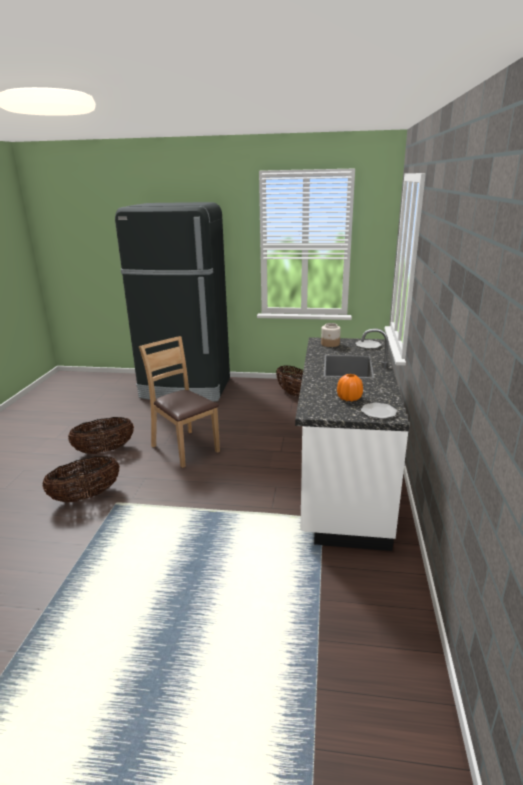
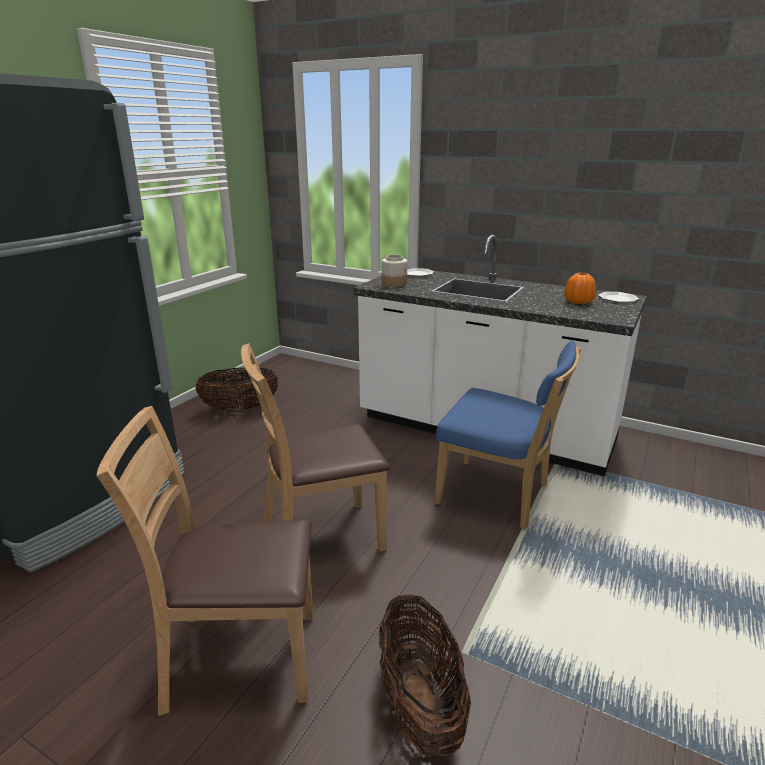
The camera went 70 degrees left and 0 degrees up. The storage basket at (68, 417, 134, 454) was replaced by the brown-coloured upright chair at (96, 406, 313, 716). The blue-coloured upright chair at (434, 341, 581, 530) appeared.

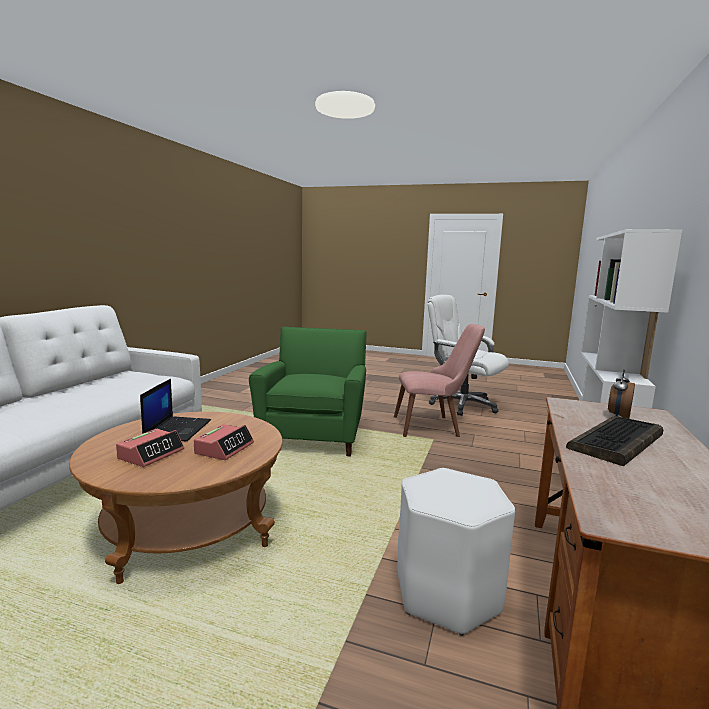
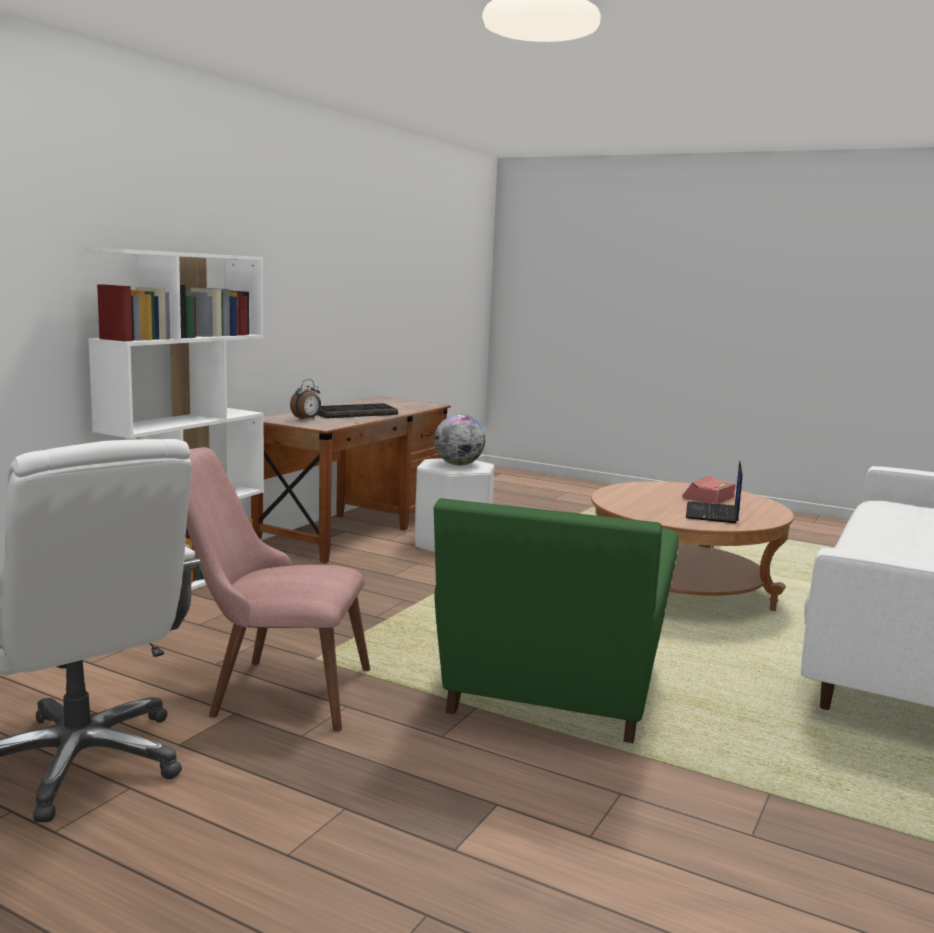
The camera went 170 degrees left and 0 degrees up. The bedside clock at (194, 424, 254, 460) disappeared. The globe at (434, 414, 485, 465) appeared.

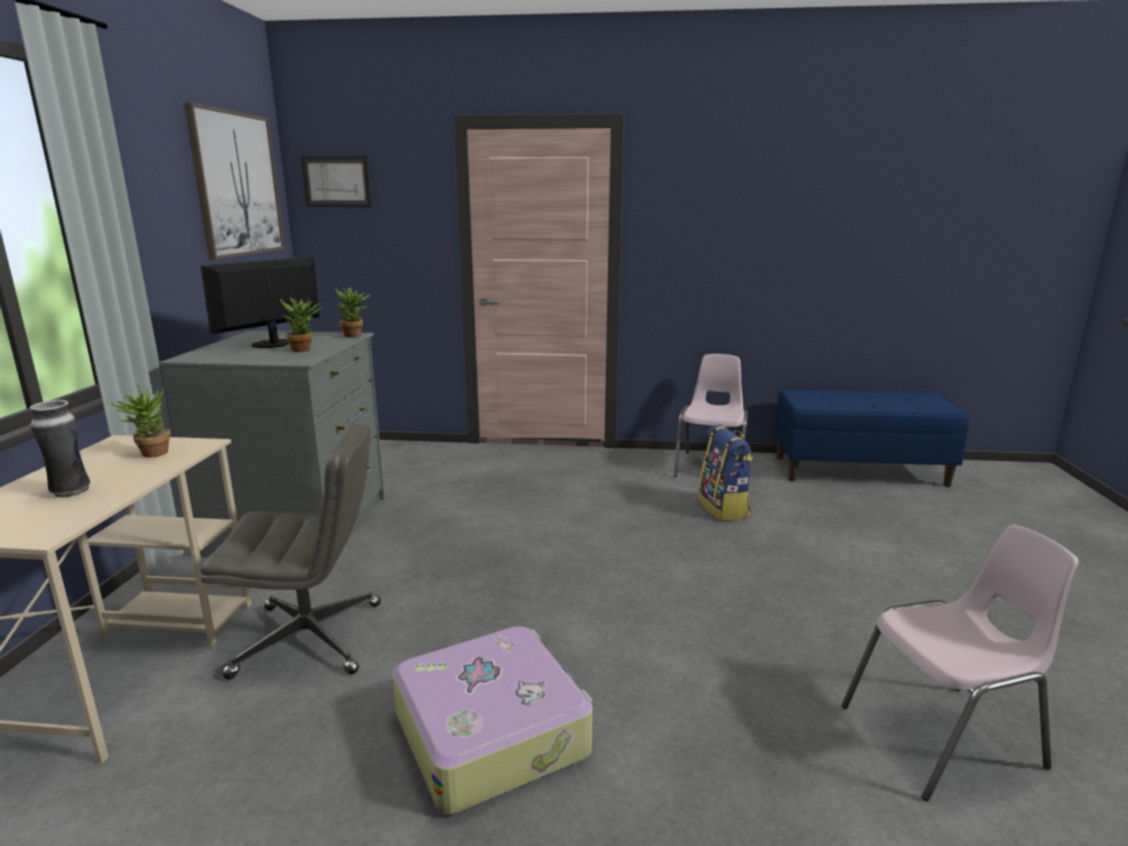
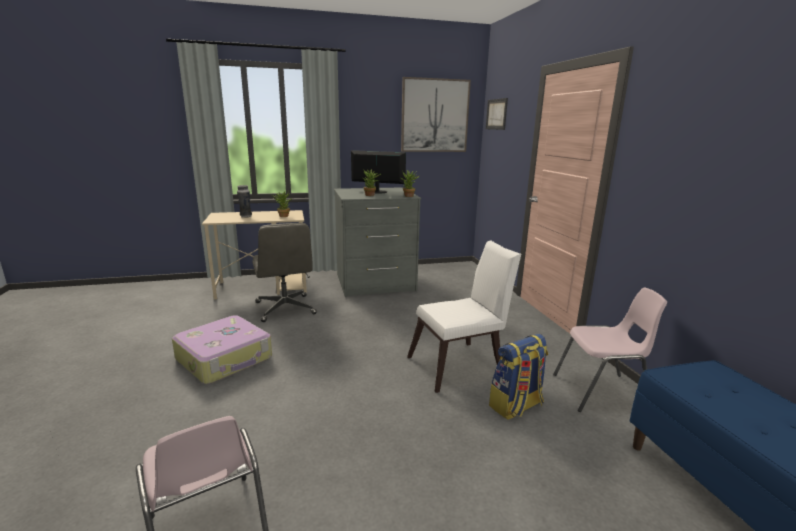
The camera went 70 degrees right and 0 degrees up. The whitish upright chair at (407, 240, 521, 393) appeared.

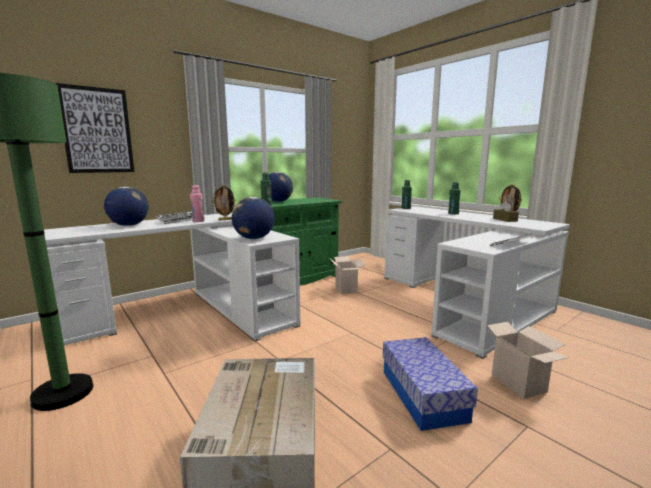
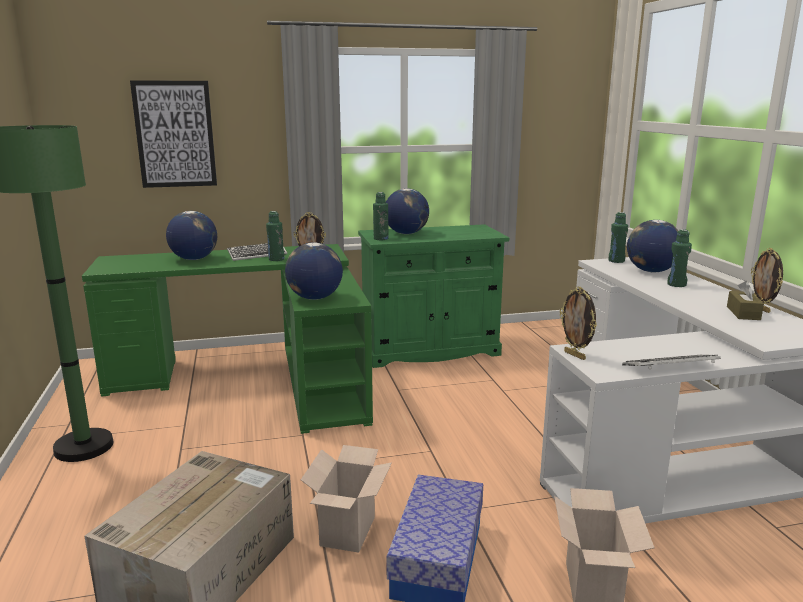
The camera went 25 degrees right and 5 degrees up. The pink-coloured beverage bottle at (190, 185, 205, 222) became the green-coloured beverage bottle at (266, 211, 284, 261). The whitish desk table at (44, 213, 301, 345) became the green-coloured desk table at (82, 244, 373, 434). The packing box moved from (329, 256, 366, 294) to (301, 445, 392, 553). The globe at (627, 220, 678, 272) appeared. The standing frame at (560, 286, 597, 360) appeared.

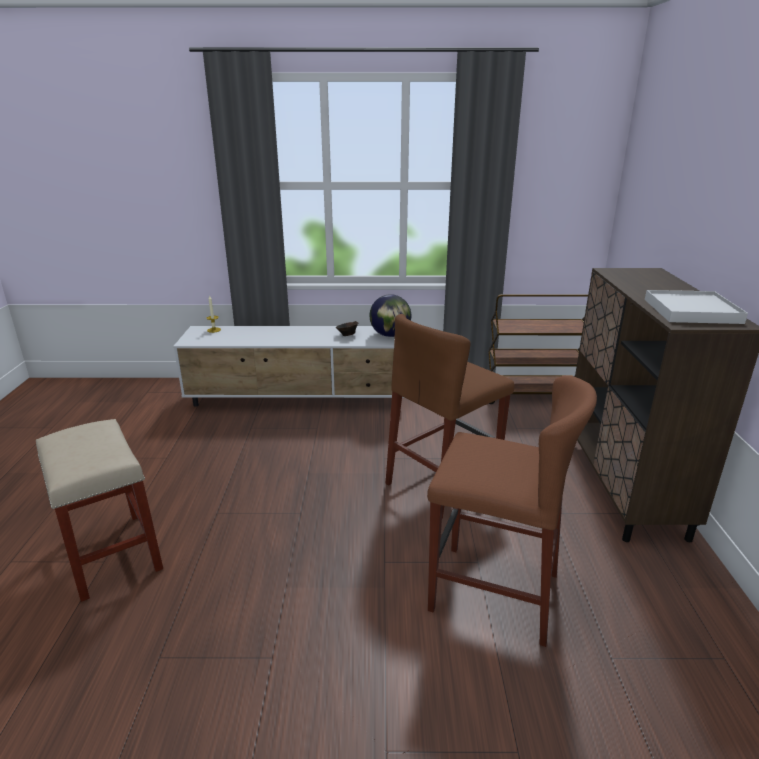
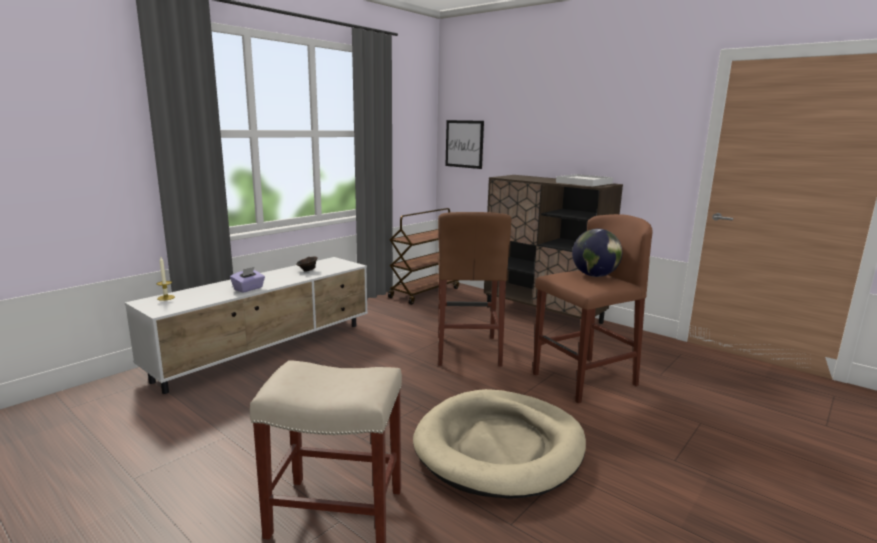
The camera went 50 degrees left and 10 degrees down. The globe moved from (370, 294, 411, 337) to (572, 229, 622, 277). The picture at (445, 120, 484, 169) appeared. The purple-coloured tissue box at (230, 267, 265, 293) appeared. The beige dog cushion at (413, 389, 586, 499) appeared.

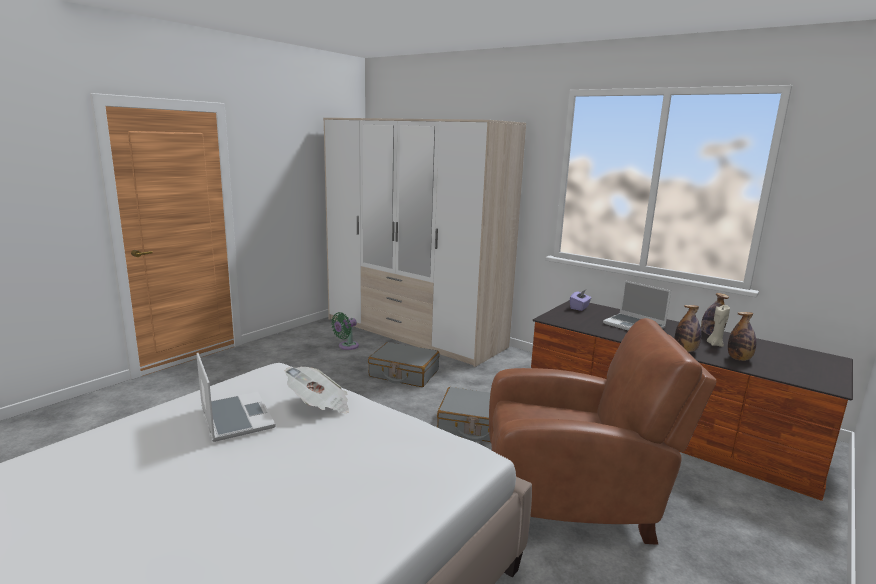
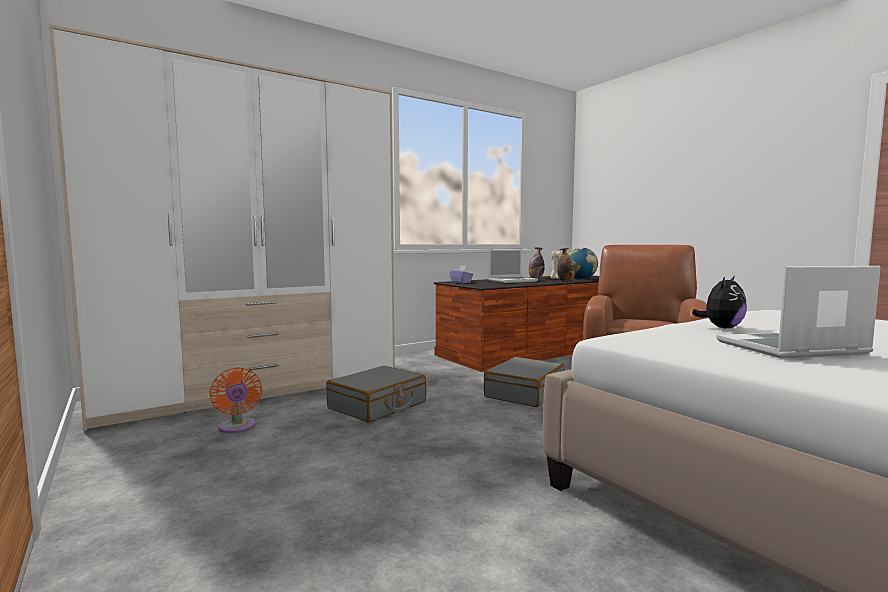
The camera went 70 degrees left and 10 degrees down. The green-coloured cooling fan at (331, 312, 359, 350) became the orange cooling fan at (209, 367, 262, 433). The beverage bottle at (728, 312, 756, 361) was replaced by the globe at (568, 248, 598, 279). The daily paper at (285, 367, 349, 413) was replaced by the cuddly toy at (692, 275, 747, 328).

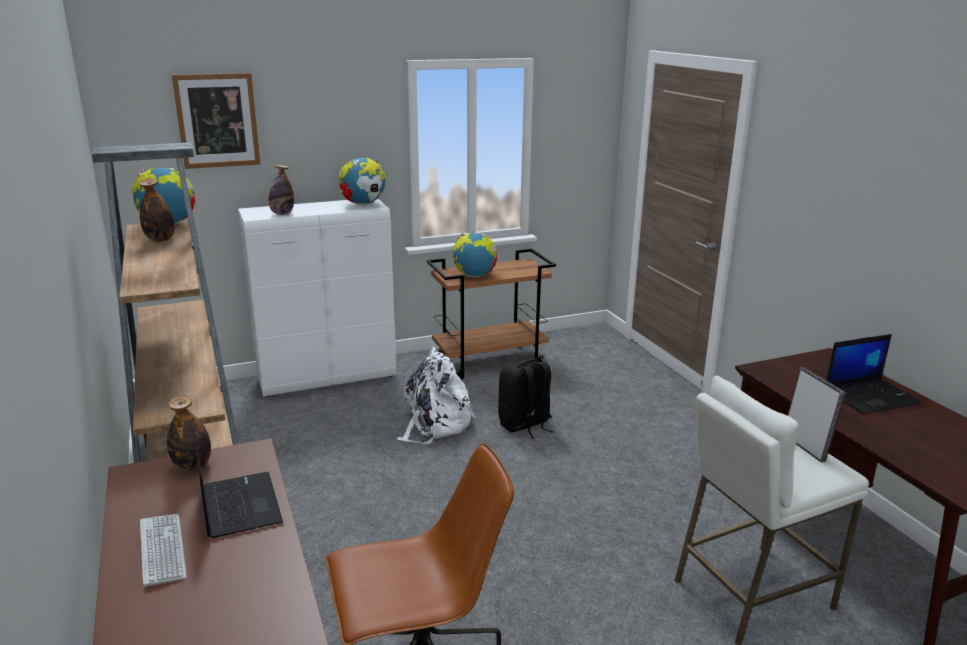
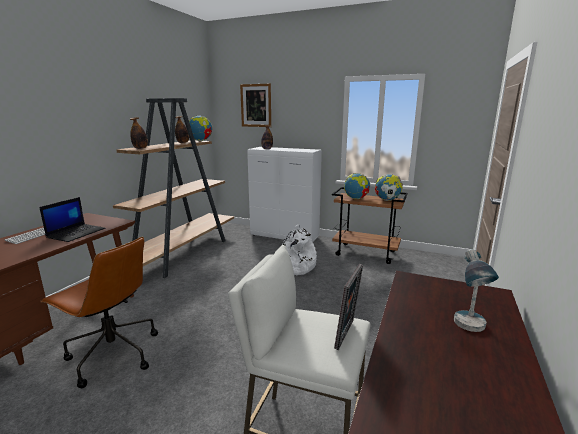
The camera went 45 degrees right and 5 degrees down. The globe moved from (339, 158, 386, 205) to (374, 174, 403, 201). The portable computer at (826, 334, 921, 414) was replaced by the tabletop lamp at (454, 249, 499, 332). The black knapsack at (498, 359, 553, 439) disappeared. The beverage bottle moved from (167, 395, 211, 471) to (130, 117, 148, 149).

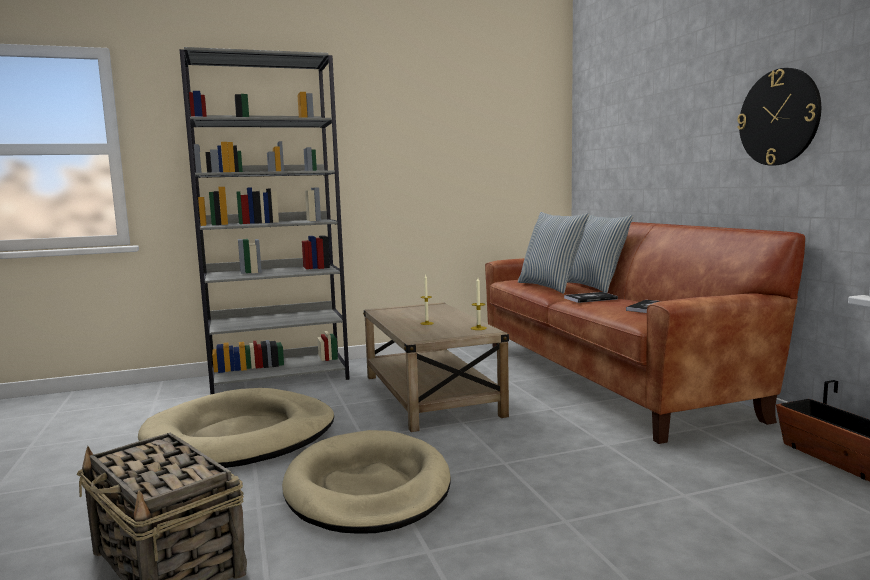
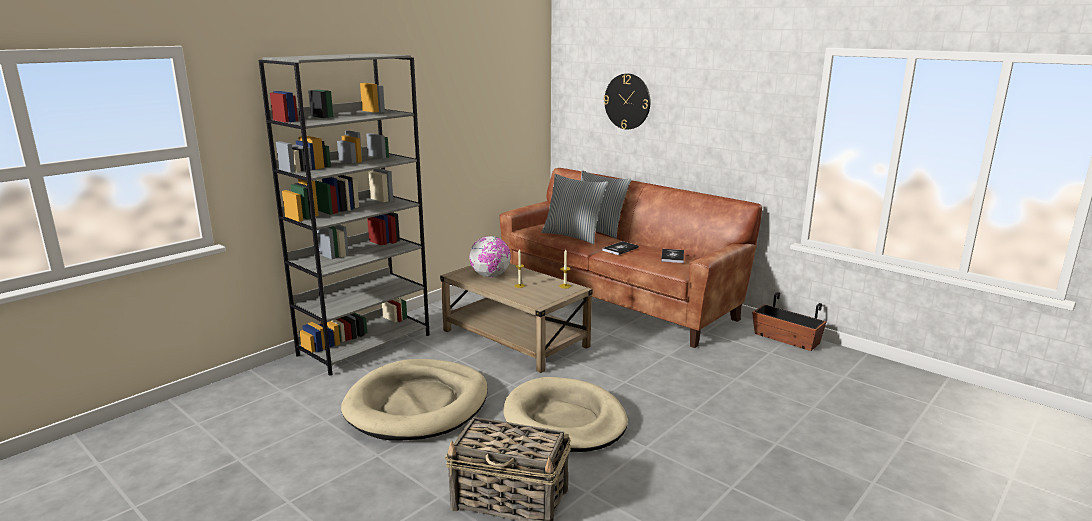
The camera went 30 degrees left and 10 degrees up. The hanging clock moved from (737, 68, 821, 166) to (604, 74, 651, 130). The globe at (469, 236, 511, 277) appeared.

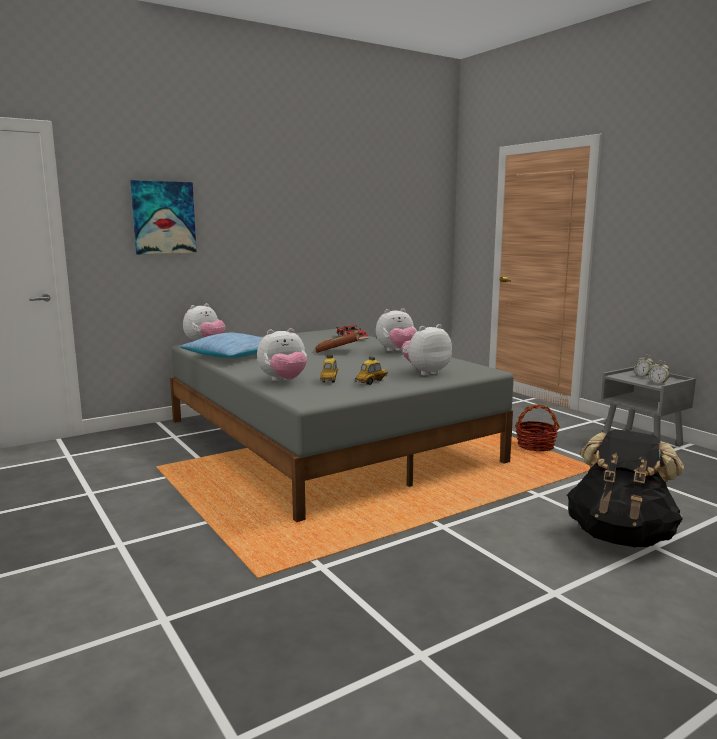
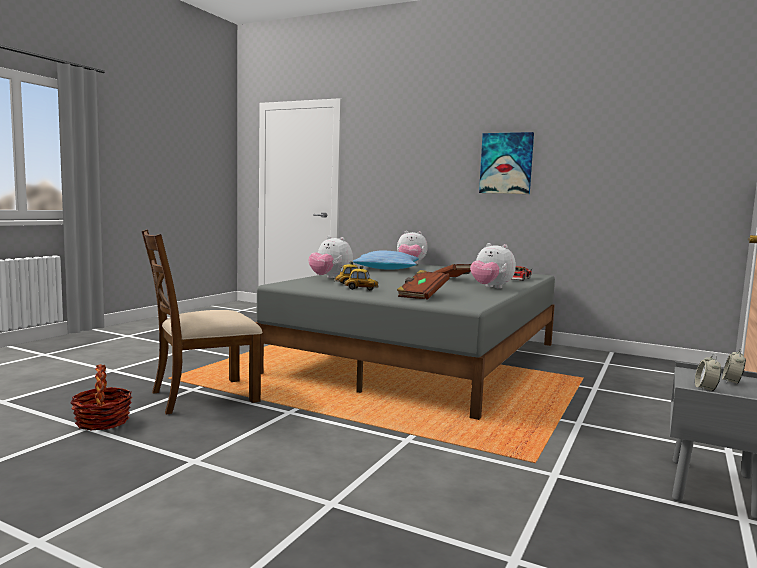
The camera went 60 degrees right and 5 degrees down. The picture moved from (130, 180, 197, 255) to (479, 132, 534, 194). The cuddly toy at (401, 324, 452, 376) was replaced by the brown-coloured bound book at (397, 270, 450, 300). The storage basket moved from (515, 404, 560, 452) to (70, 364, 132, 430). The black knapsack at (567, 429, 684, 547) disappeared. The brown-coloured upright chair at (141, 229, 262, 414) appeared.

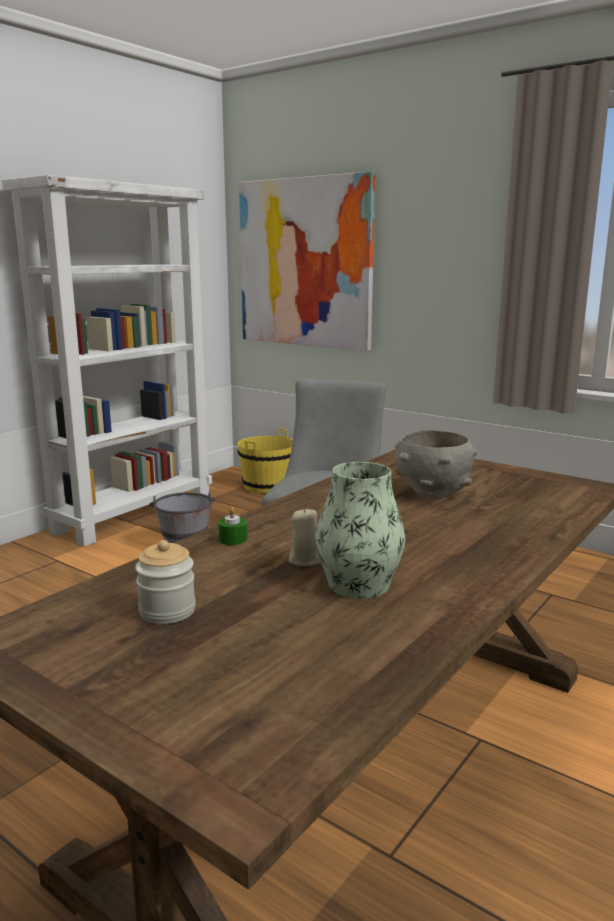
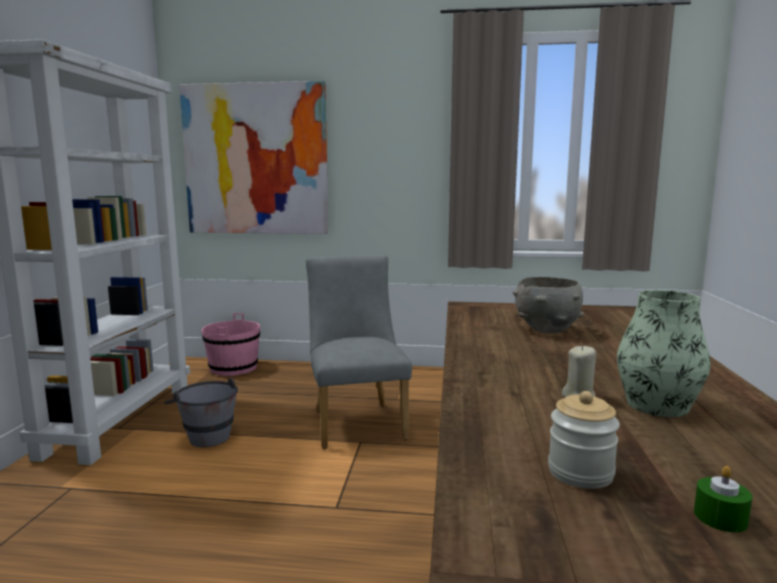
The camera went 30 degrees left and 5 degrees down. The yellow-coloured water bucket at (238, 428, 293, 494) became the pink-coloured water bucket at (202, 313, 260, 376). The green-coloured wax light moved from (218, 507, 247, 545) to (694, 466, 752, 532).

